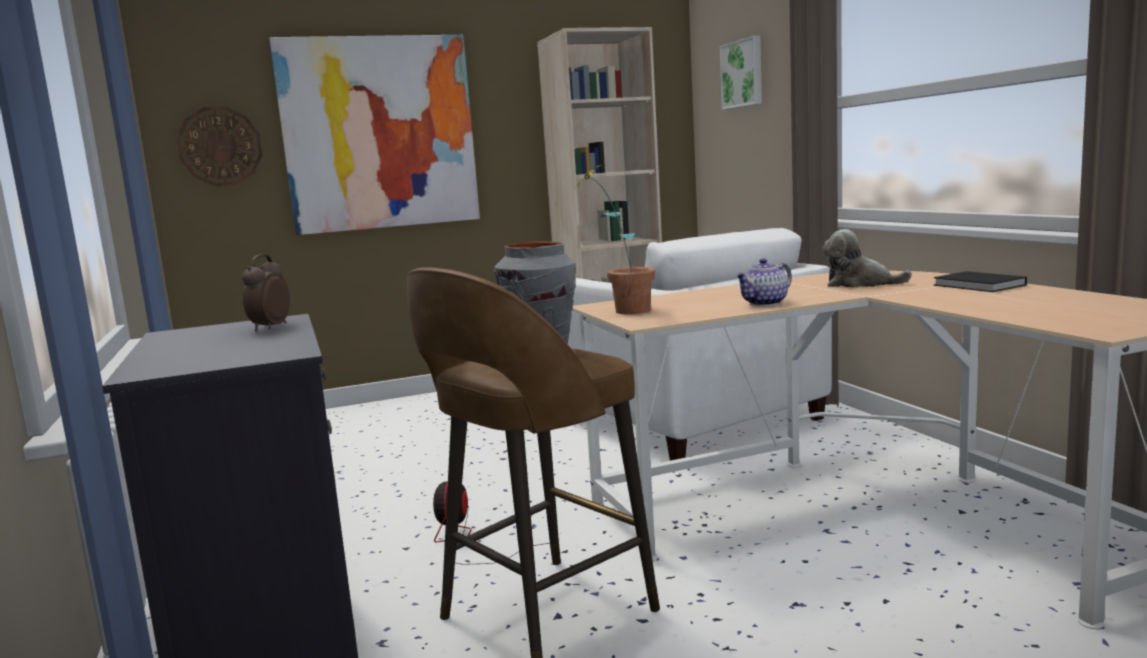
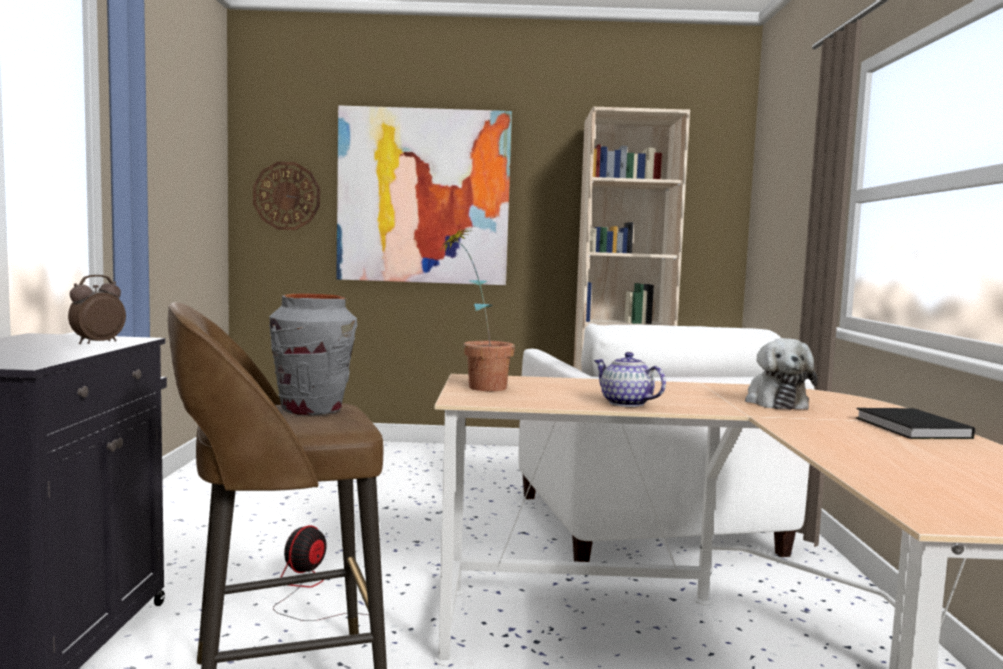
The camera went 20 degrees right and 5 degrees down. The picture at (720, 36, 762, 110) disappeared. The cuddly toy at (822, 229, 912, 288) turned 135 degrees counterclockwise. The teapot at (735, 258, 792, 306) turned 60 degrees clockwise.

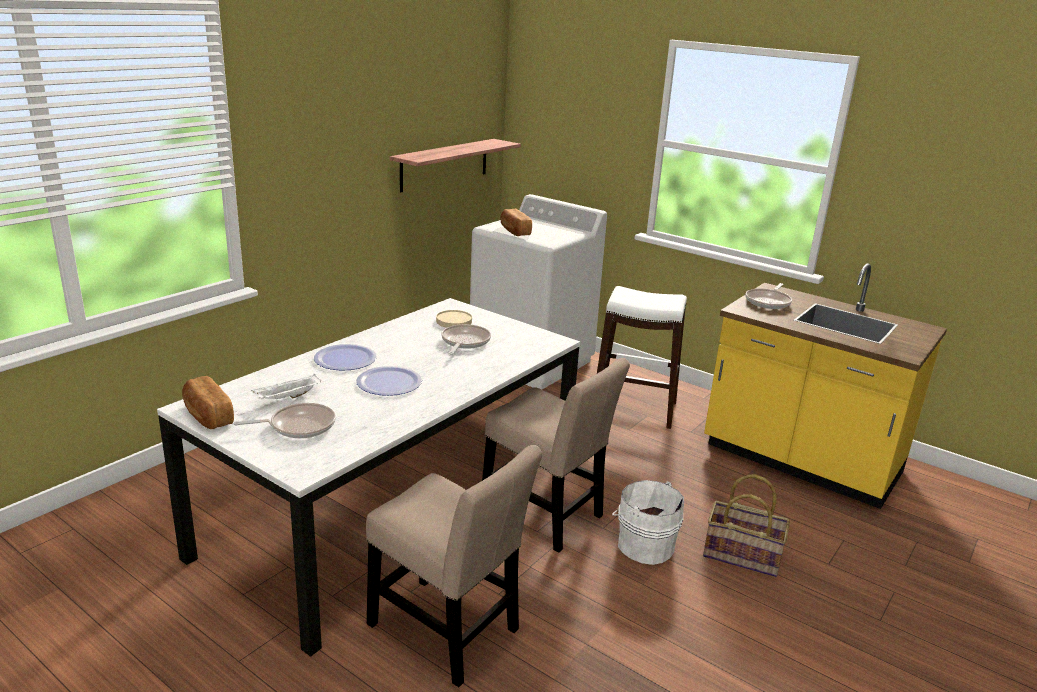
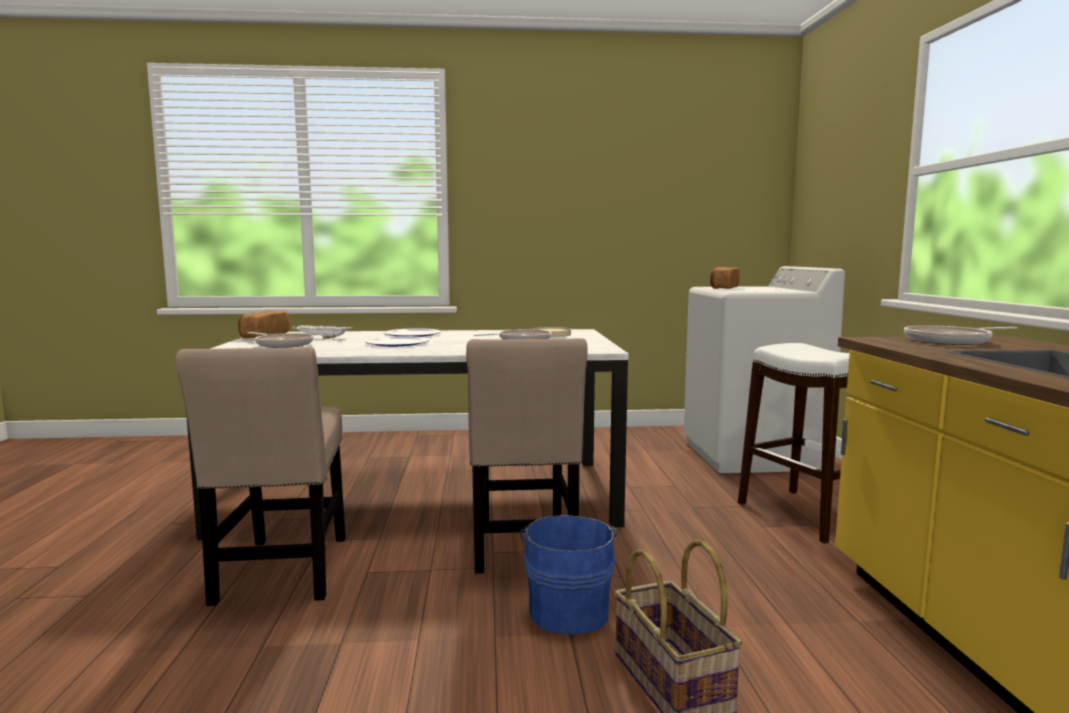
The camera went 50 degrees right and 15 degrees down. The shelf at (390, 139, 521, 193) disappeared. The whitish water bucket at (612, 480, 684, 565) became the blue-coloured water bucket at (520, 515, 619, 634).

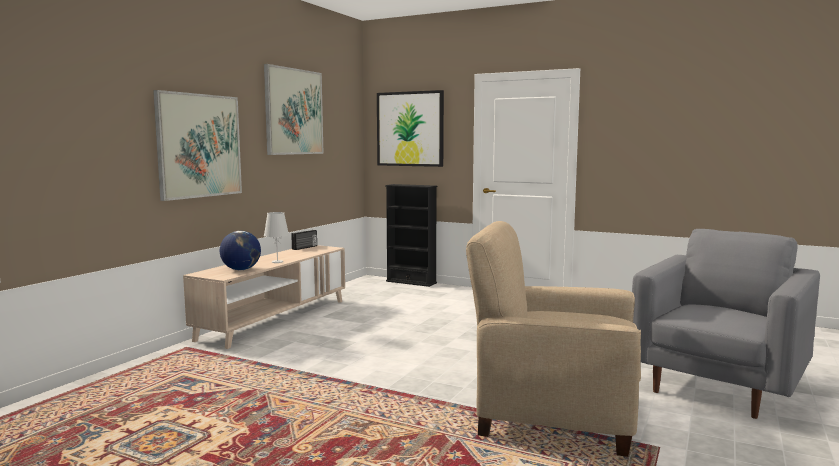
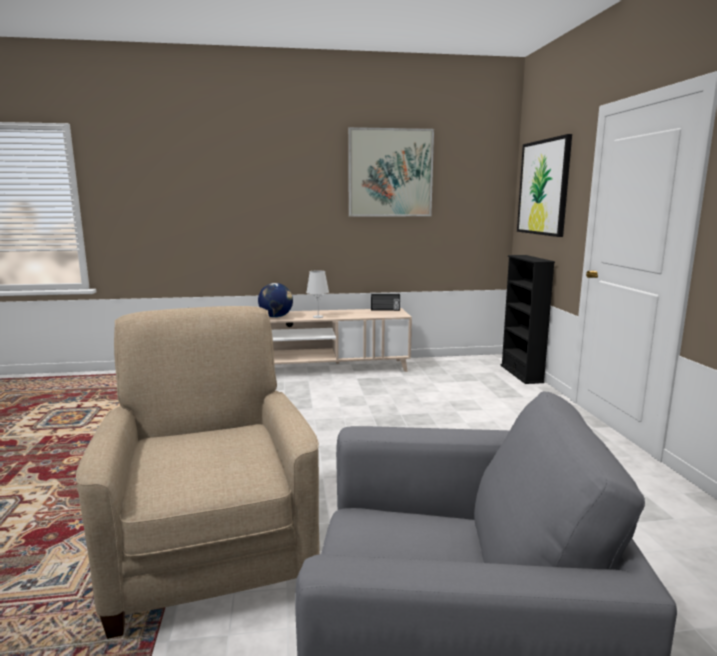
The camera went 55 degrees right and 5 degrees up. The picture at (153, 90, 242, 201) disappeared.

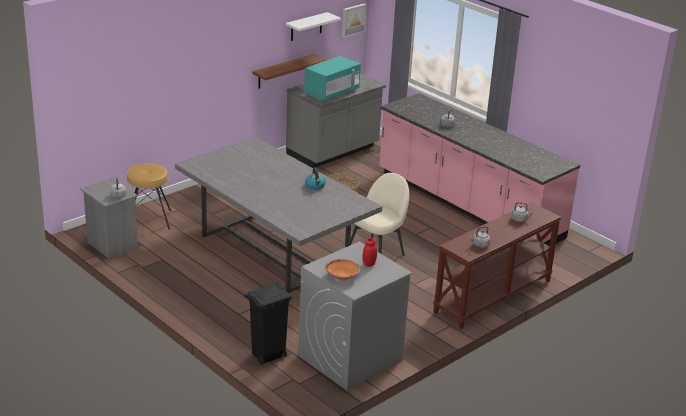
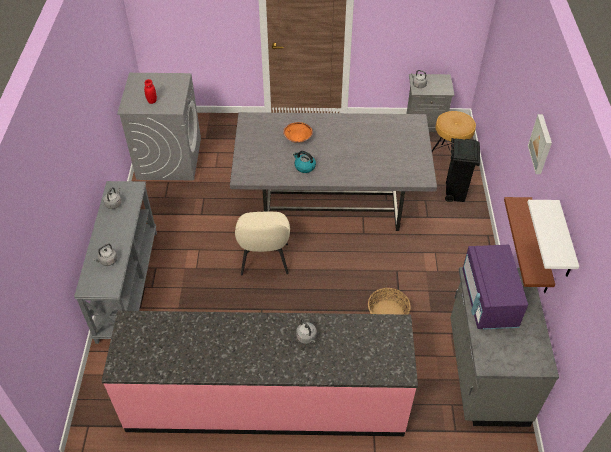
The camera went 135 degrees right and 20 degrees up. The picture moved from (342, 4, 367, 37) to (528, 114, 552, 174). The turquoise microwave at (304, 56, 361, 101) became the purple-coloured microwave at (462, 245, 528, 330). The brown-coloured narrow table at (433, 202, 561, 329) became the grey narrow table at (74, 181, 157, 344). The orange serving bowl moved from (325, 259, 360, 281) to (283, 122, 313, 143). The black trash can moved from (245, 282, 292, 365) to (445, 138, 480, 202).

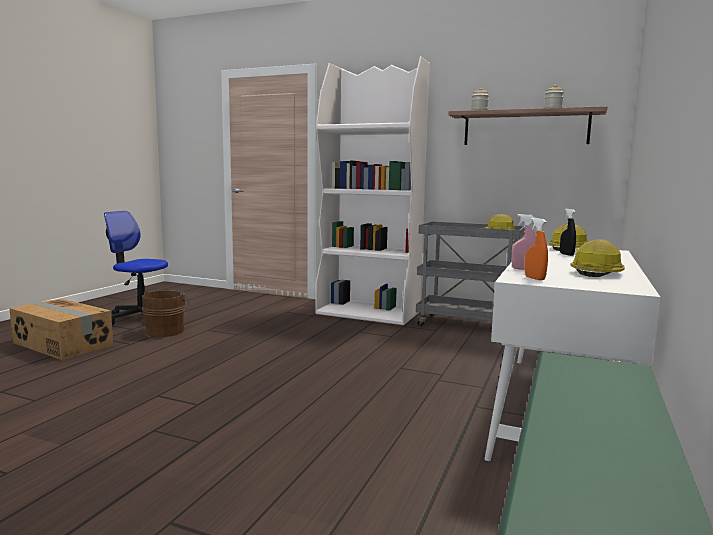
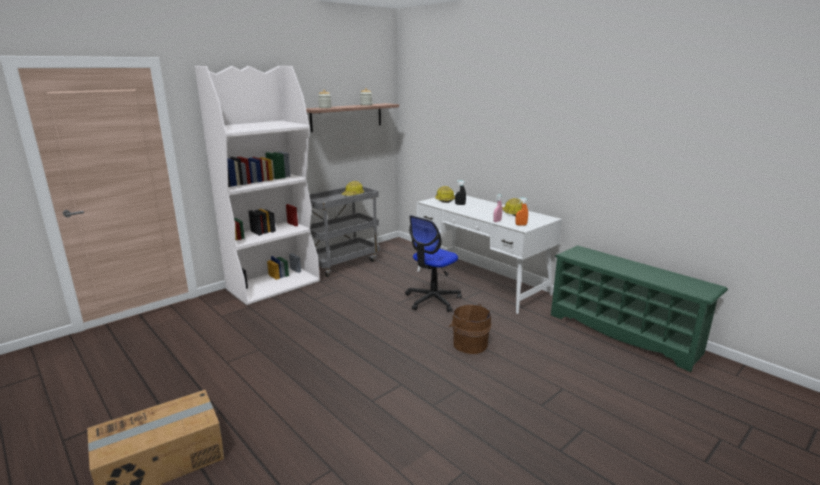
The camera went 65 degrees left and 10 degrees up. The desk chair moved from (104, 211, 168, 325) to (405, 215, 461, 312). The brown-coloured water bucket moved from (142, 290, 189, 337) to (449, 303, 491, 354).

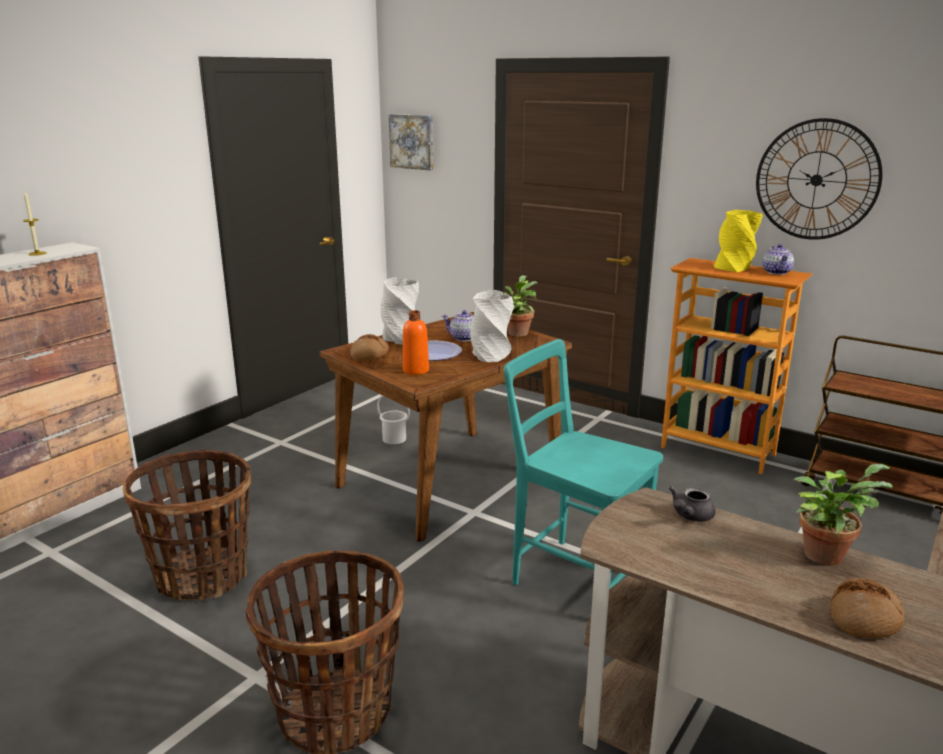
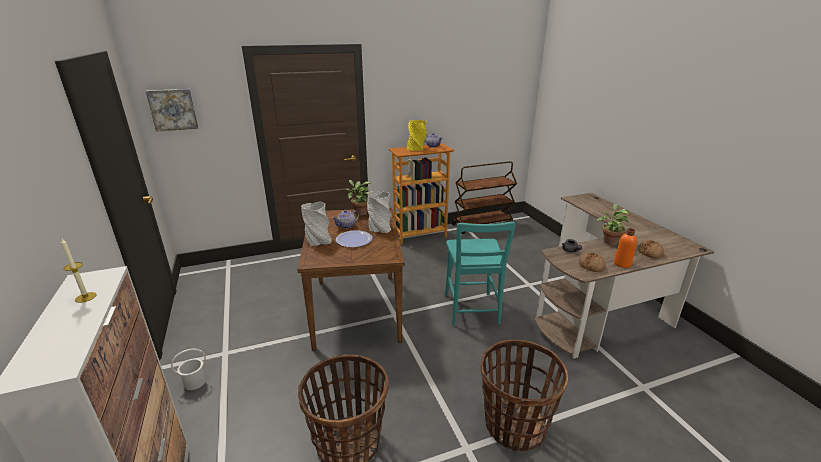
The camera went 55 degrees left and 5 degrees up. The hanging clock at (756, 118, 883, 240) disappeared. The orange beverage bottle moved from (403, 310, 429, 375) to (614, 228, 637, 268). The baked bread moved from (350, 334, 389, 361) to (579, 252, 606, 272). The turquoise upright chair at (504, 339, 663, 589) turned 75 degrees counterclockwise. The whitish water bucket moved from (377, 395, 410, 444) to (171, 349, 206, 390).

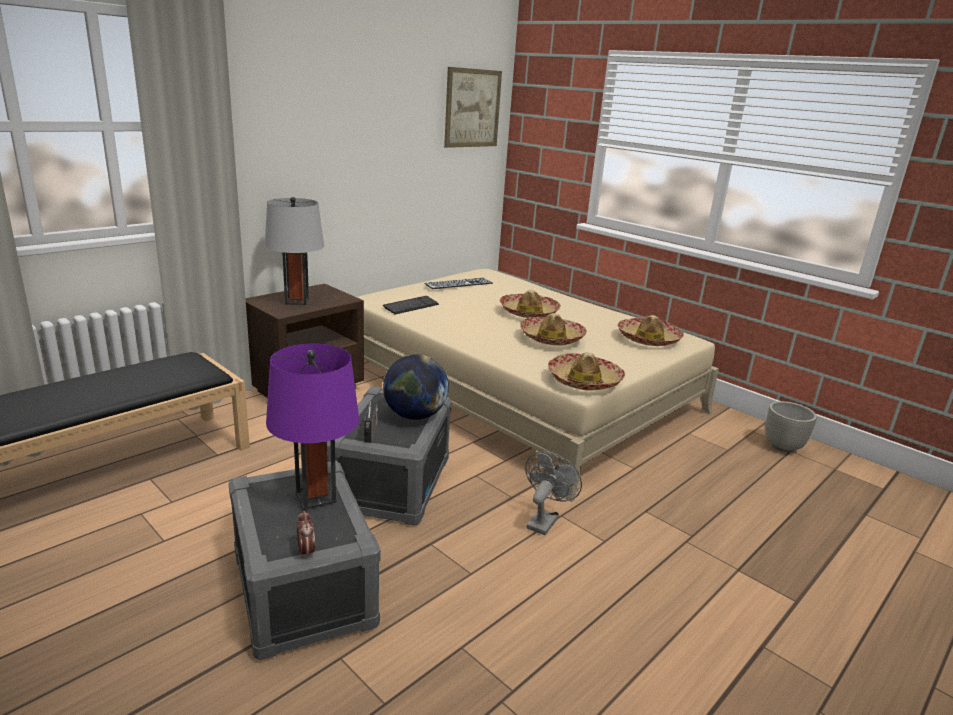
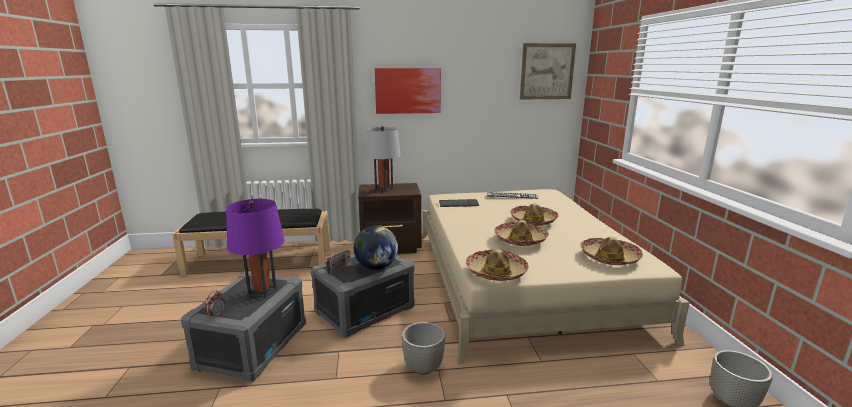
The camera went 40 degrees right and 5 degrees down. The grey cooling fan at (525, 451, 582, 535) was replaced by the grey plant pot at (402, 322, 445, 375). The picture at (375, 68, 441, 114) appeared.

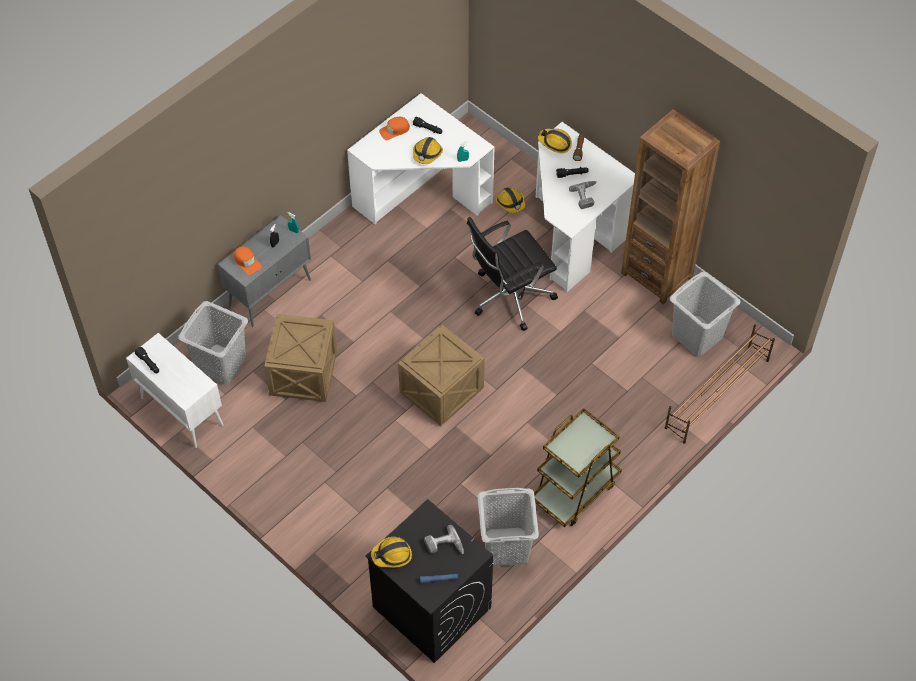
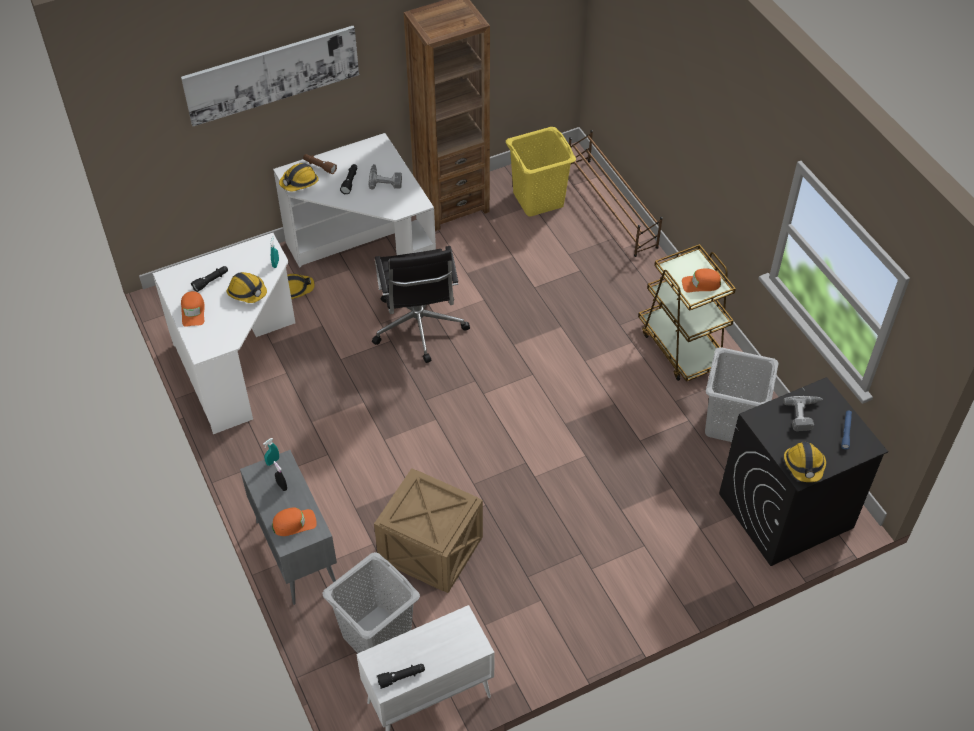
The camera went 70 degrees left and 5 degrees down. The grey washing basket at (670, 272, 741, 357) became the yellow-coloured washing basket at (506, 127, 576, 216). The crate at (398, 325, 485, 426) disappeared. The picture at (181, 26, 359, 126) appeared. The orange baseball cap at (682, 269, 721, 293) appeared.

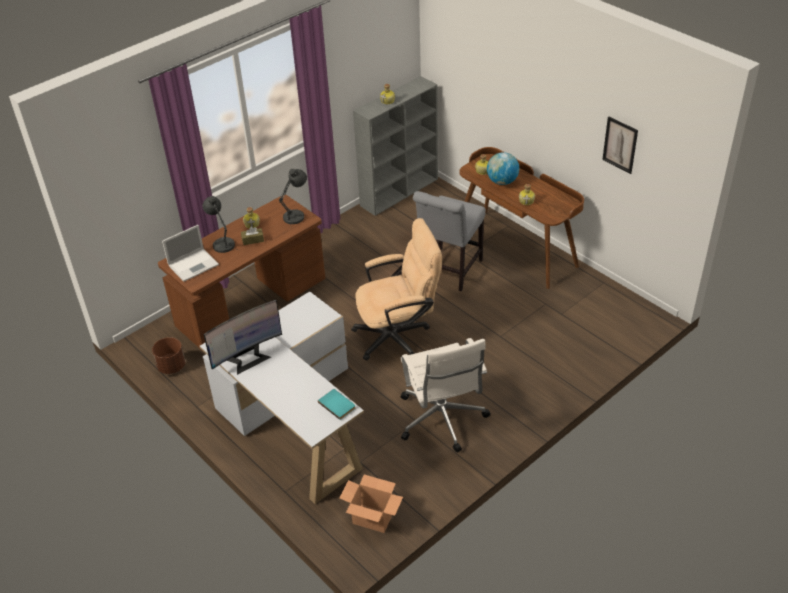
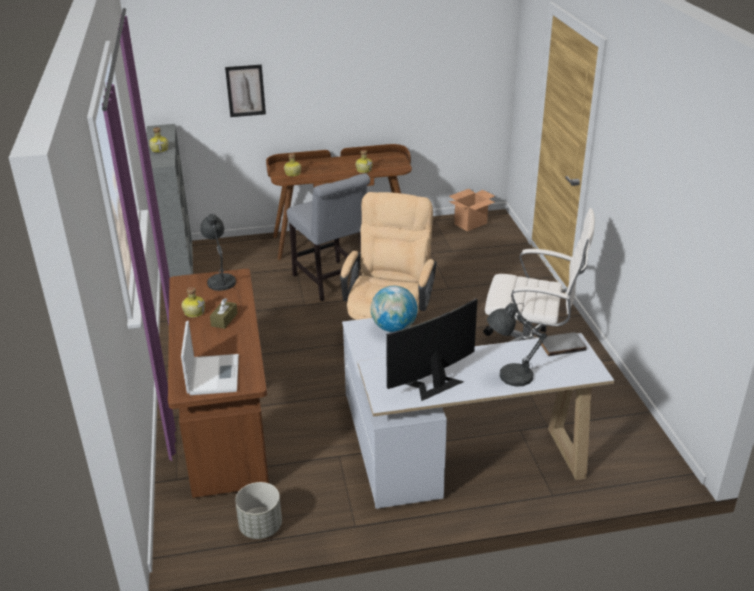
The camera went 60 degrees left and 10 degrees down. The picture moved from (602, 117, 638, 174) to (225, 65, 266, 117). The globe moved from (487, 152, 519, 185) to (371, 286, 418, 332). The grey tabletop lamp moved from (202, 196, 239, 253) to (487, 303, 547, 387). The monitor at (204, 300, 282, 375) turned 120 degrees counterclockwise. The brown-coloured plant pot at (152, 337, 185, 374) became the grey plant pot at (235, 482, 282, 539). The turquoise bound book at (318, 389, 355, 420) became the grey bound book at (539, 332, 587, 356). The packing box moved from (340, 474, 403, 533) to (449, 189, 495, 231).

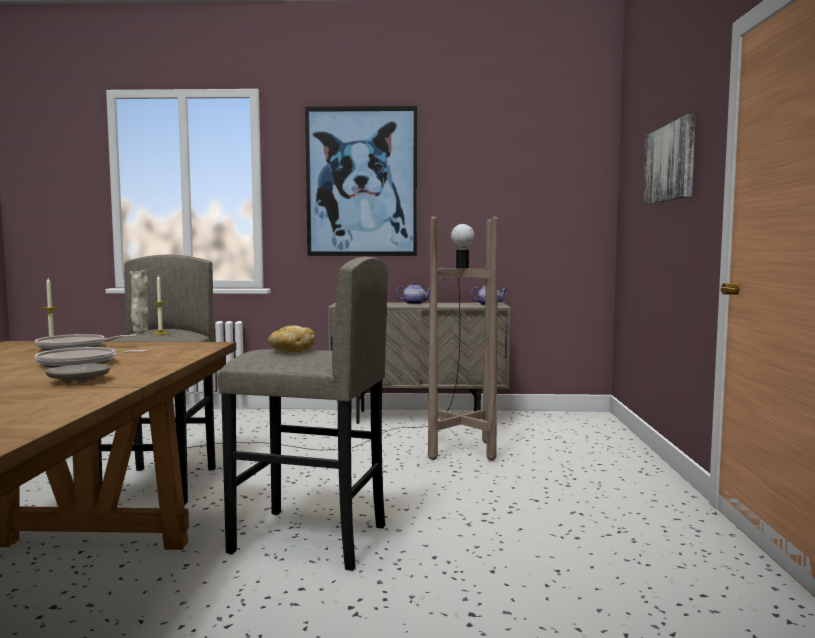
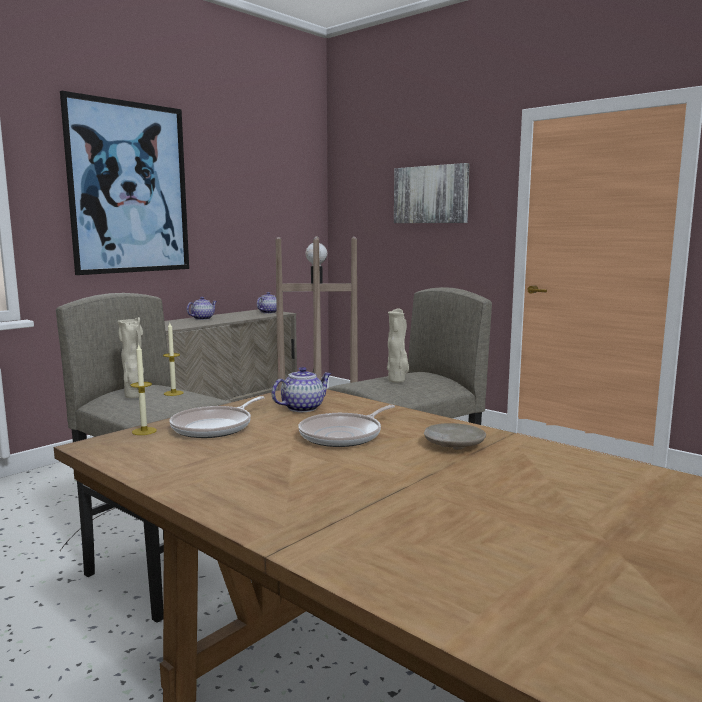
The camera went 50 degrees left and 5 degrees up. The baked bread at (268, 325, 315, 352) was replaced by the beige vase at (387, 308, 409, 383). The teapot at (272, 367, 331, 412) appeared.

